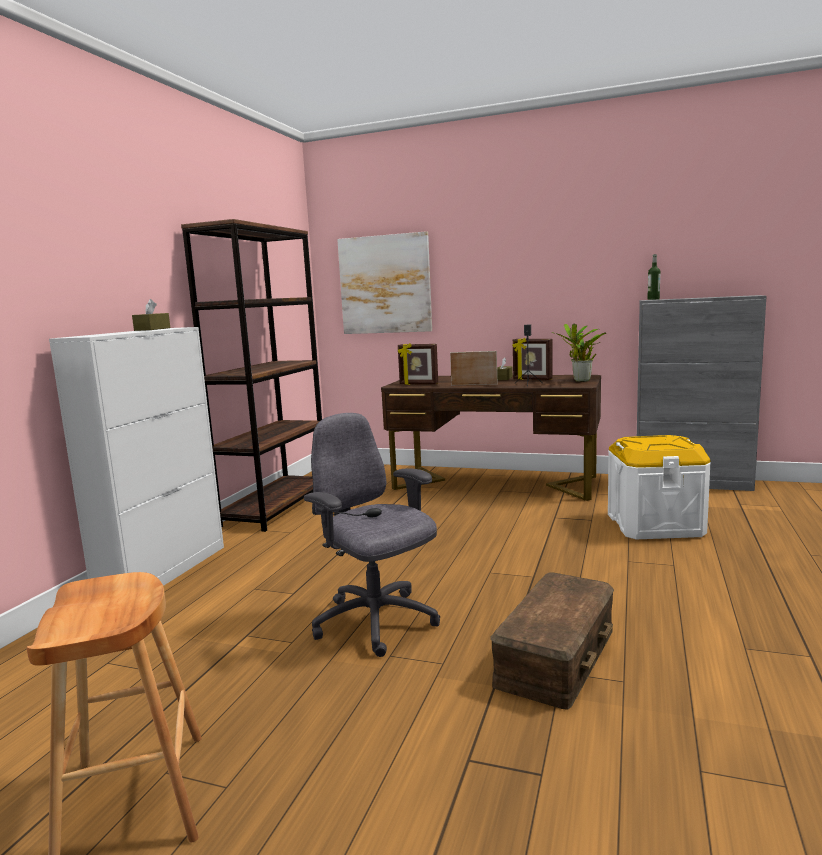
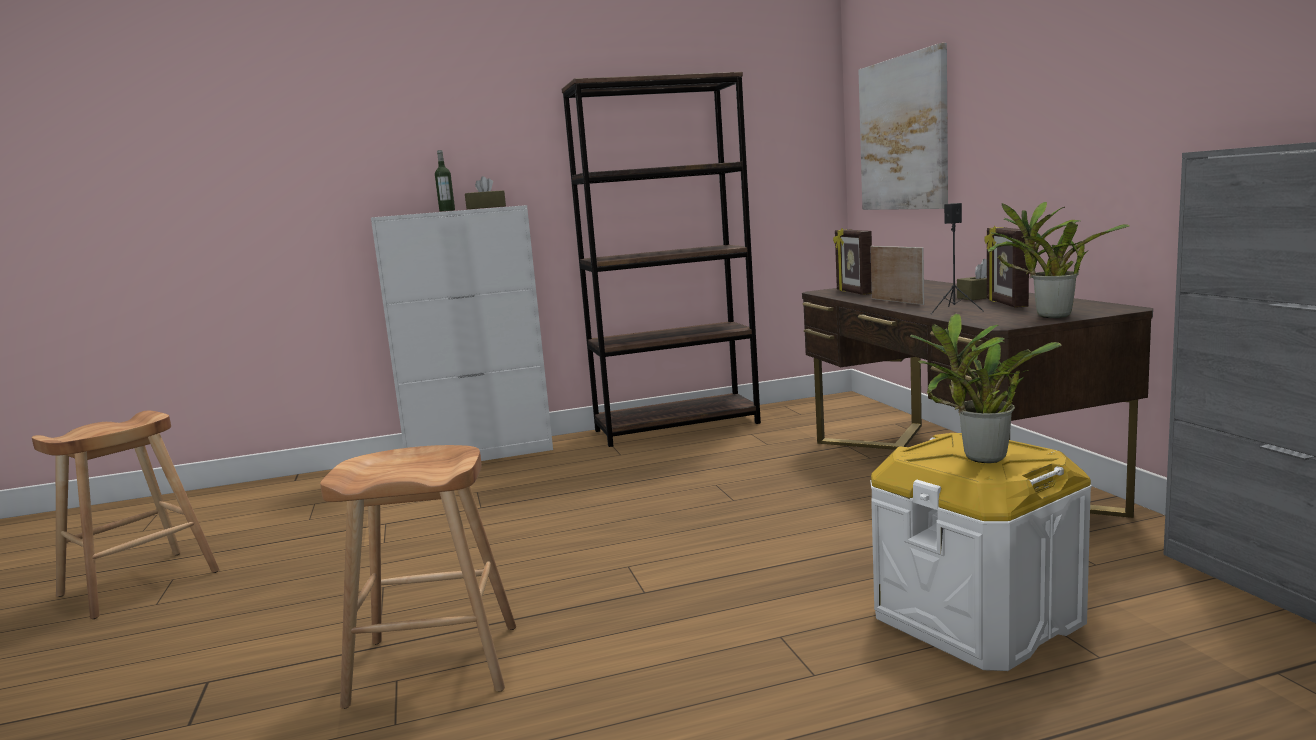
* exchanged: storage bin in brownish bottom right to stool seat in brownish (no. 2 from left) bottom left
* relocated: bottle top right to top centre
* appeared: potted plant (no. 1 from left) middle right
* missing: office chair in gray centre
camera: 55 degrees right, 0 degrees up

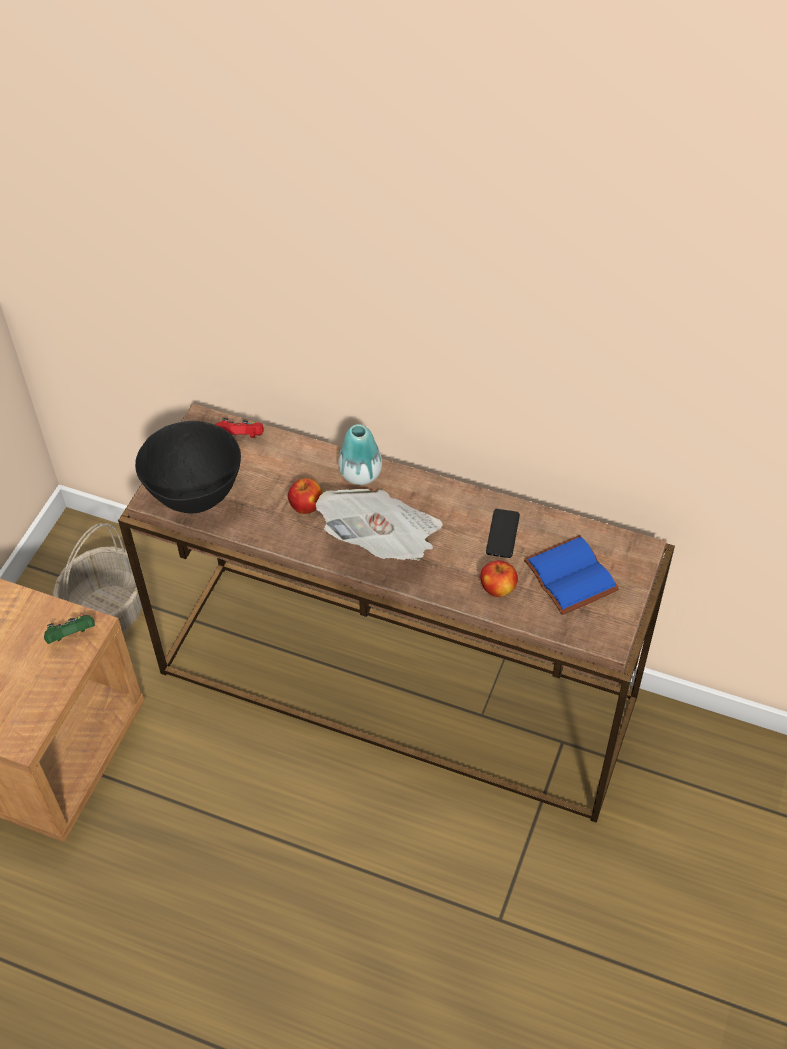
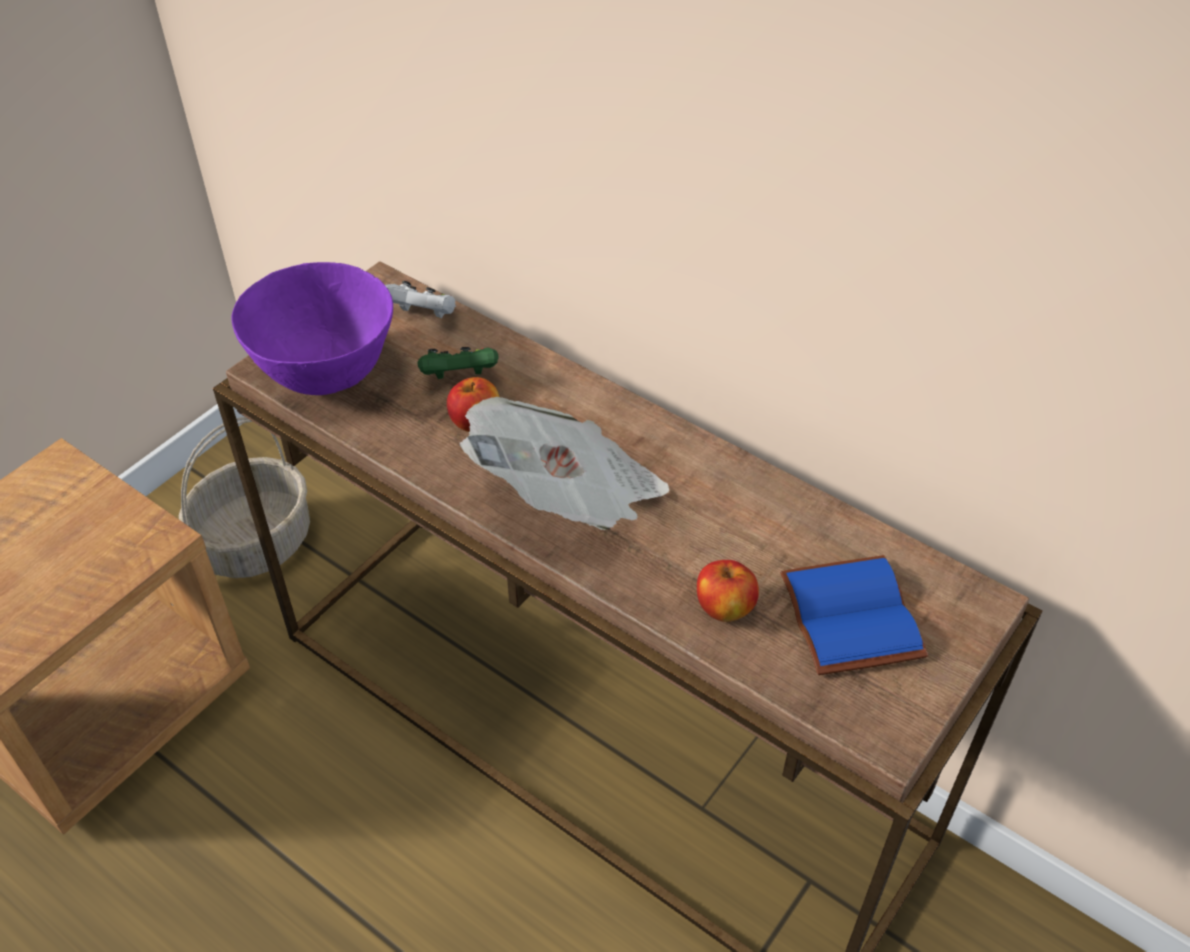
* colour: deep dish in black middle left to deep dish in purple middle left
* colour: gamepad in red middle left to gamepad in white top centre
* relocated: gamepad in greenish middle left to centre
* missing: decorative vase centre
* missing: telephone centre
camera: 15 degrees right, 5 degrees down

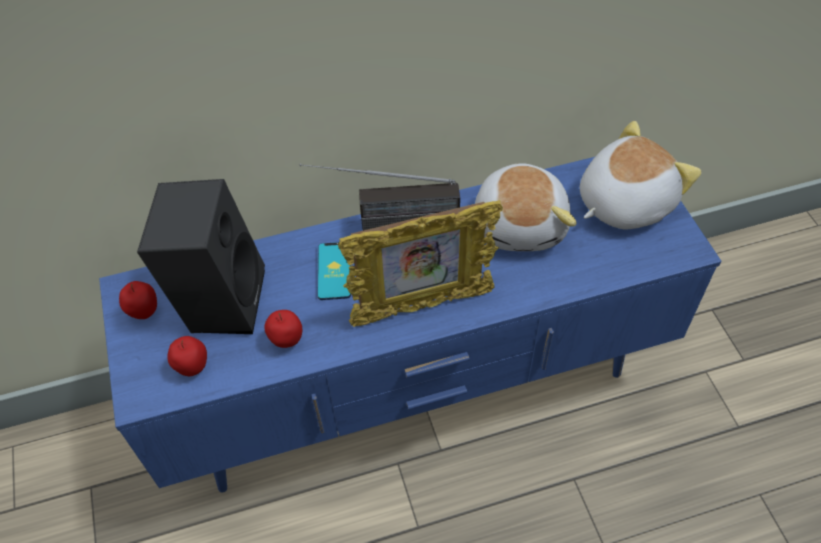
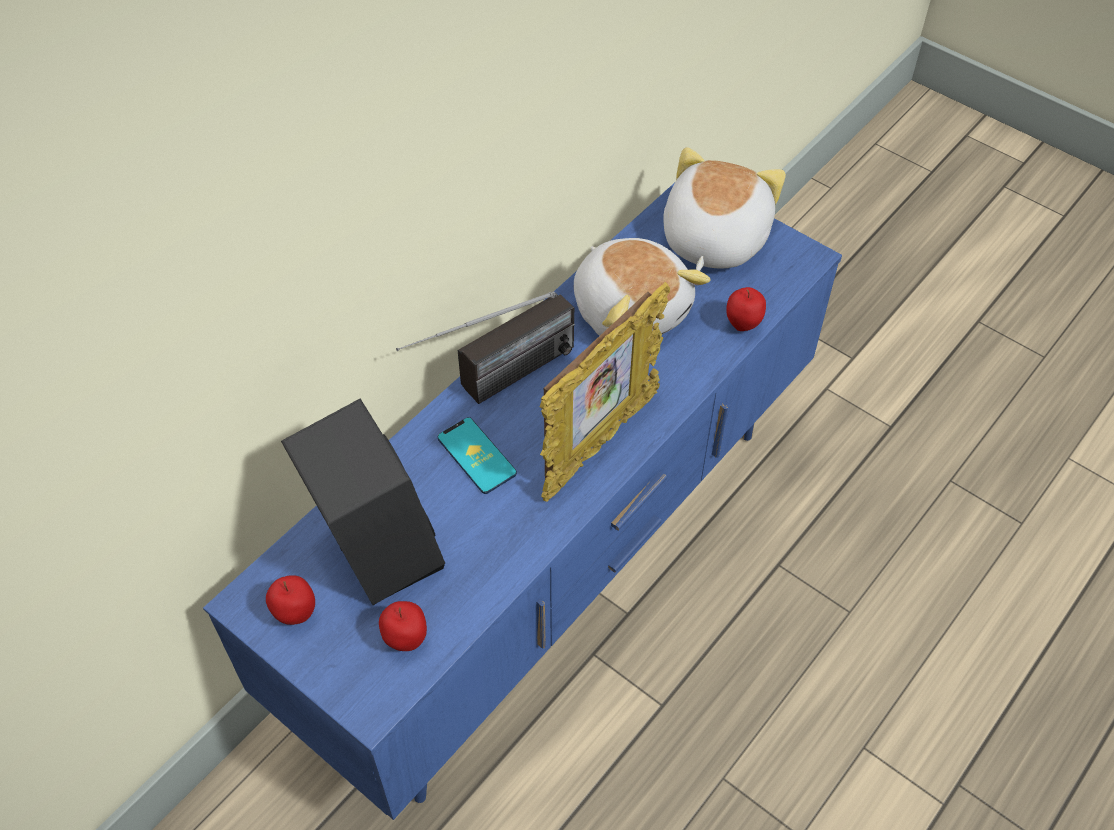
* relocated: apple fruit (no. 3 from left) centre to middle right
camera: 35 degrees left, 0 degrees up

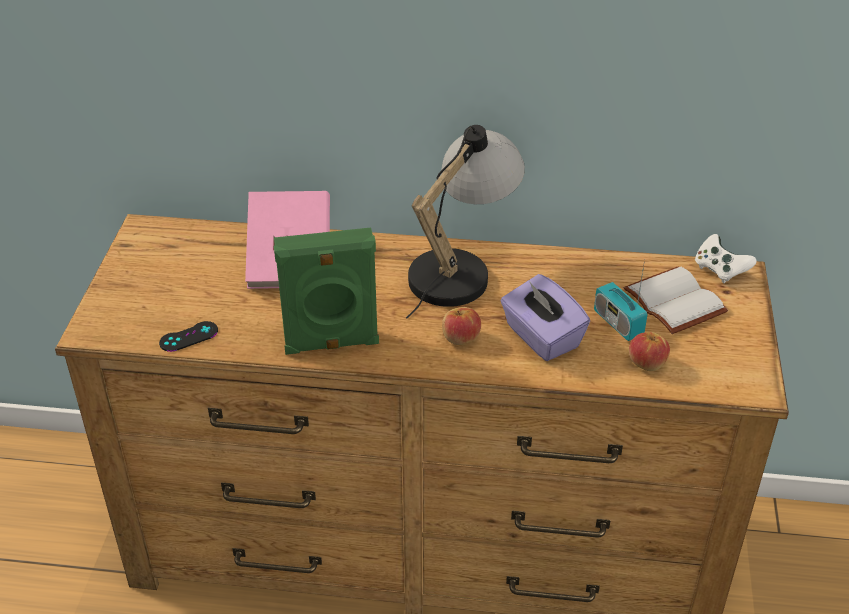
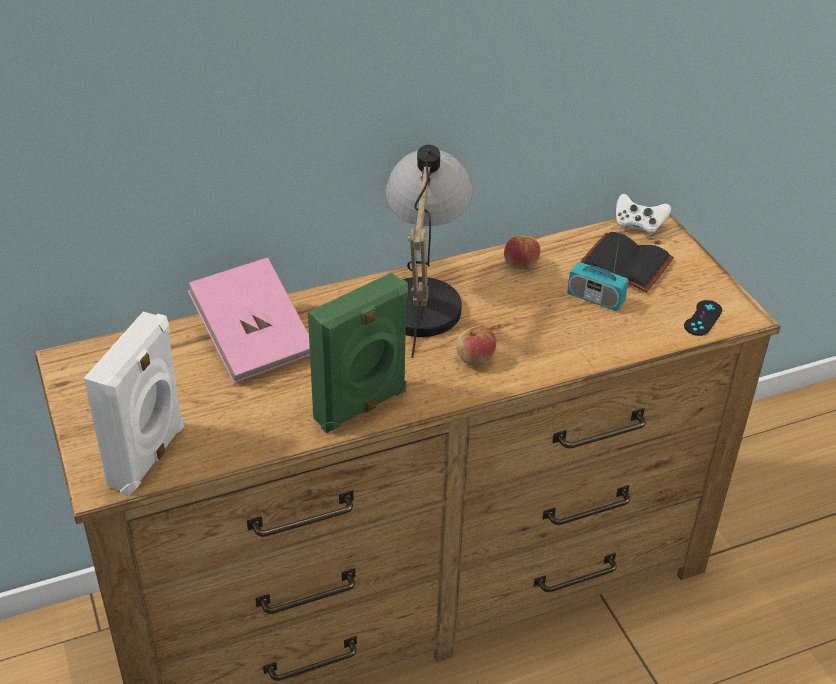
* appeared: audio speaker in white middle left
* relocated: apple fruit (no. 2 from left) middle right to centre
* colour: book in white middle right to book in black middle right
* relocated: gamepad in black middle left to middle right
* missing: tissue holder in purple centre
camera: 30 degrees left, 0 degrees up

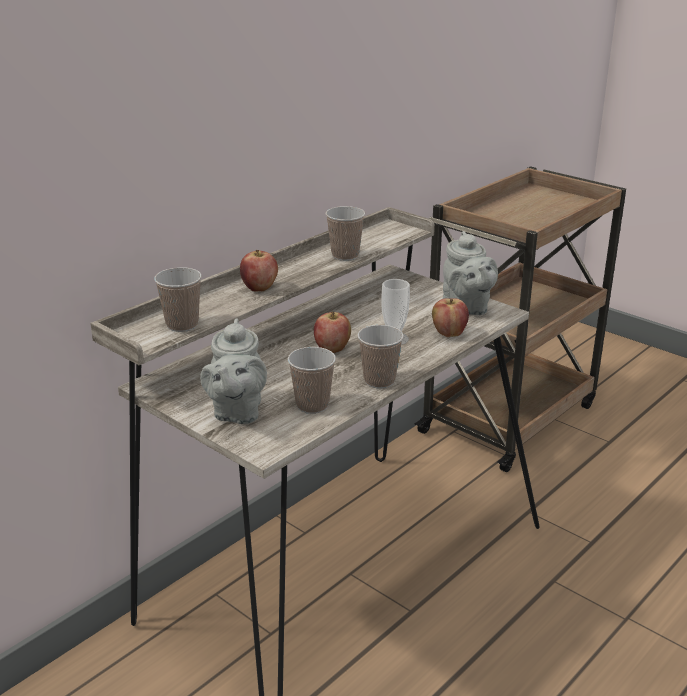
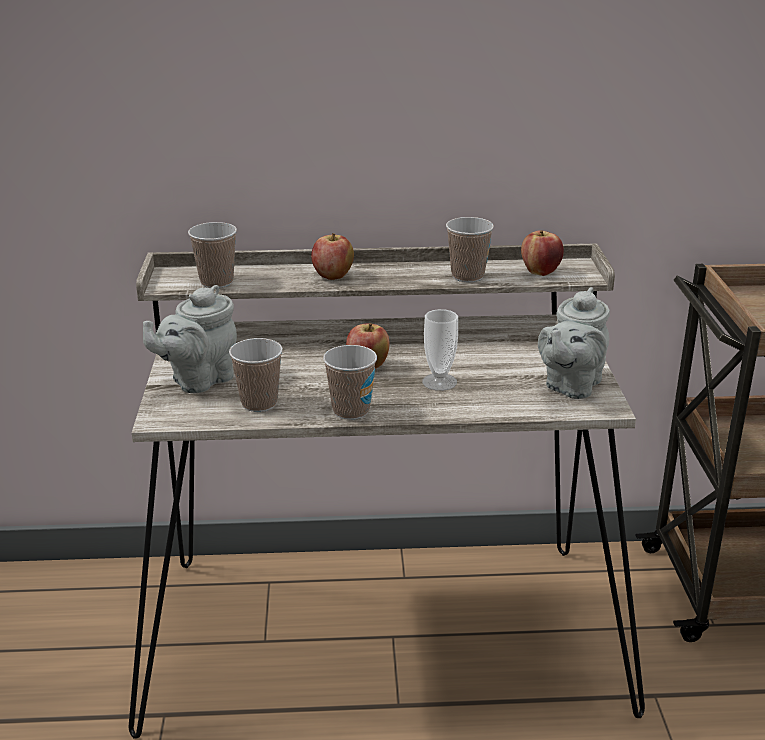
* relocated: apple fruit (no. 3 from left) centre to middle right
camera: 45 degrees right, 0 degrees up

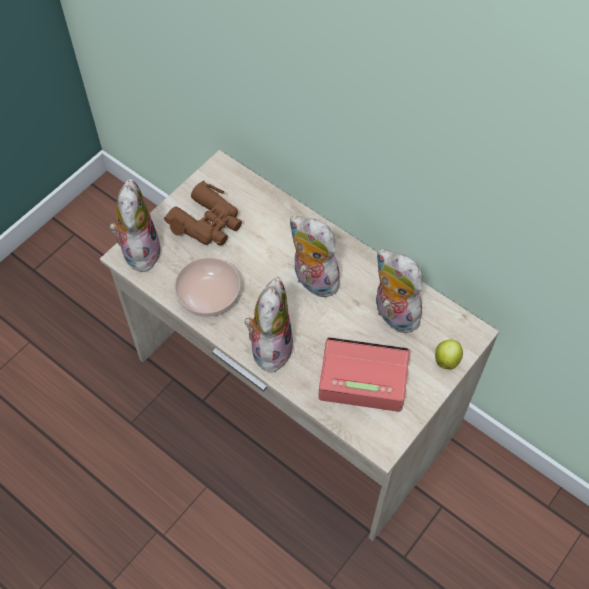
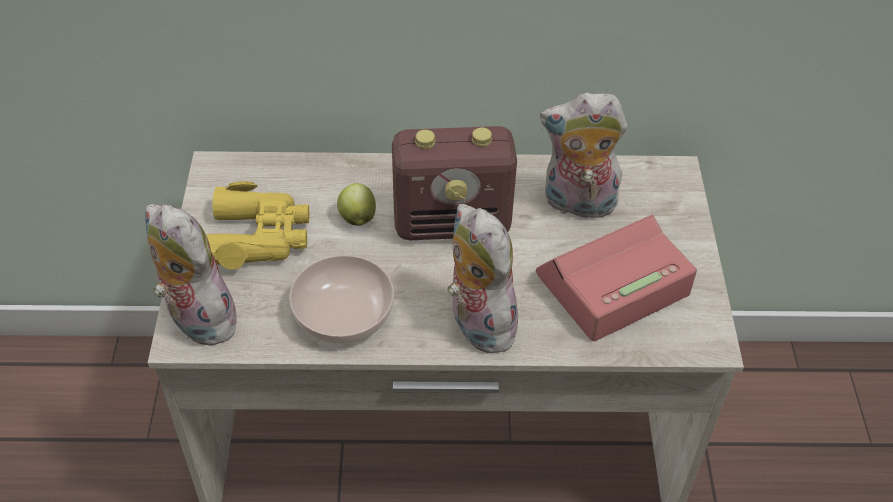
* colour: binoculars in brownish centre to binoculars in yellowish middle left
* relocated: apple fruit middle right to centre
* exchanged: cuddly toy (no. 3 from left) centre to radio set centre
camera: 40 degrees left, 10 degrees down

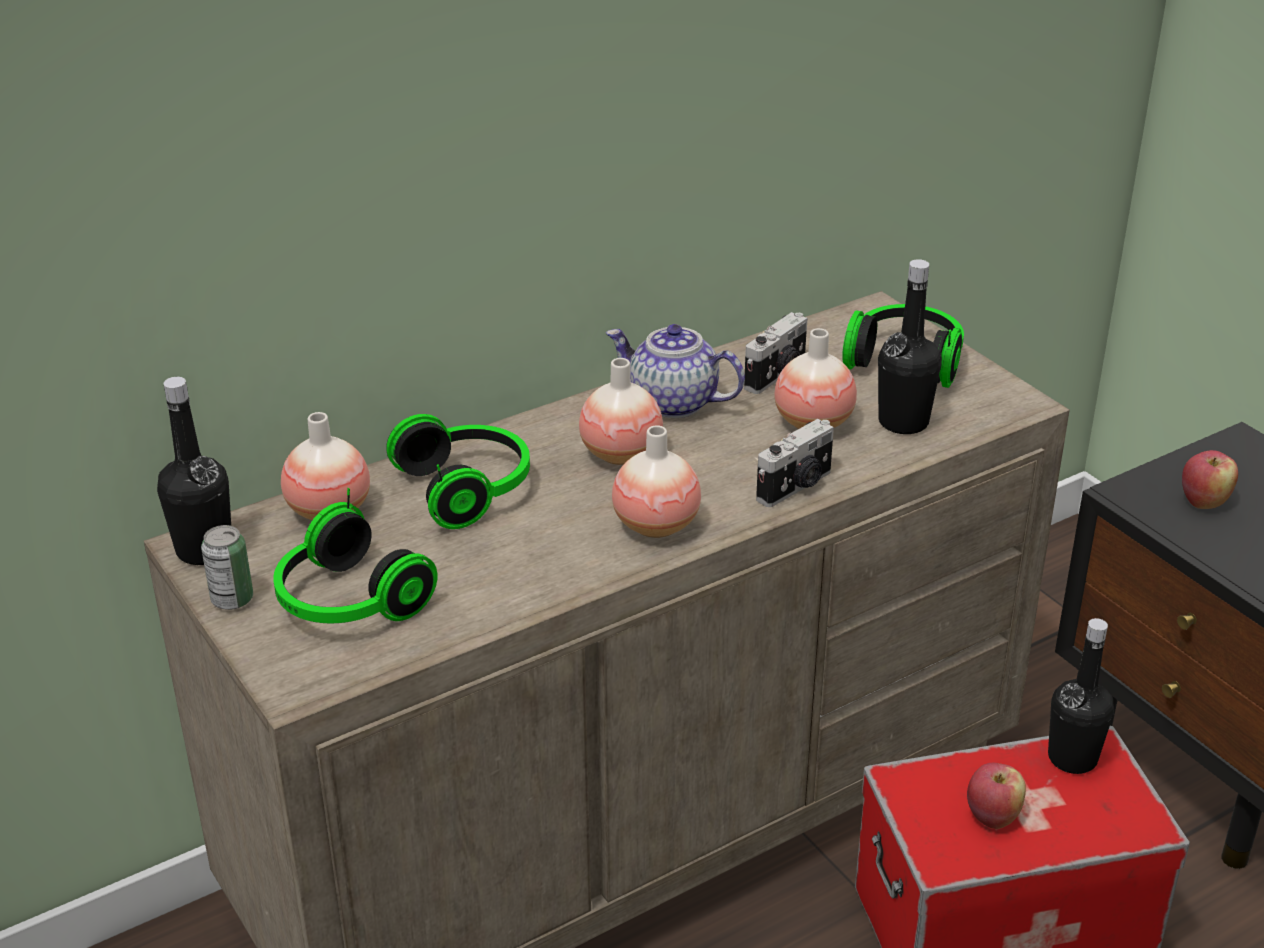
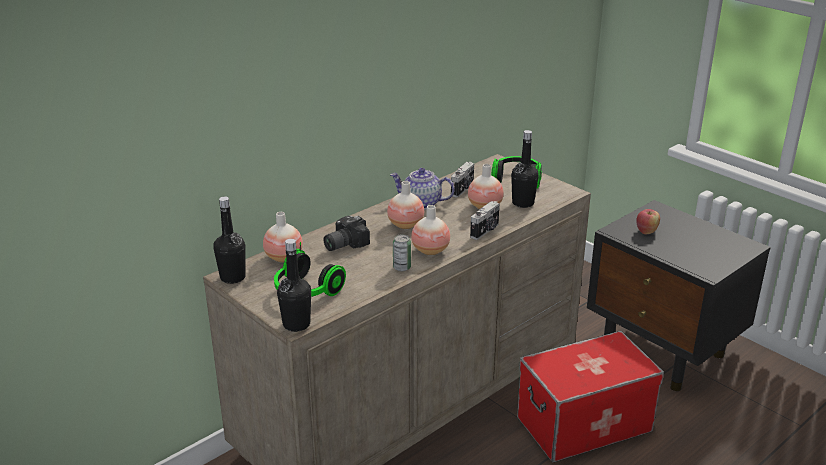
* relocated: bottle in black (no. 3 from left in the first image) bottom right to bottle in black (no. 2 from left) centre
* exchanged: headset (no. 2 from left) centre to photo camera (no. 1 from left) centre
* relocated: metal can middle left to centre
* missing: apple fruit (no. 1 from left) bottom right
camera: 10 degrees left, 5 degrees down

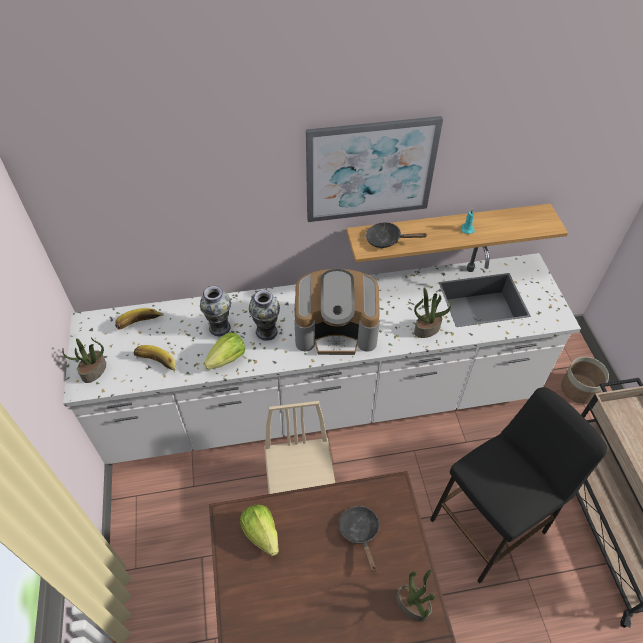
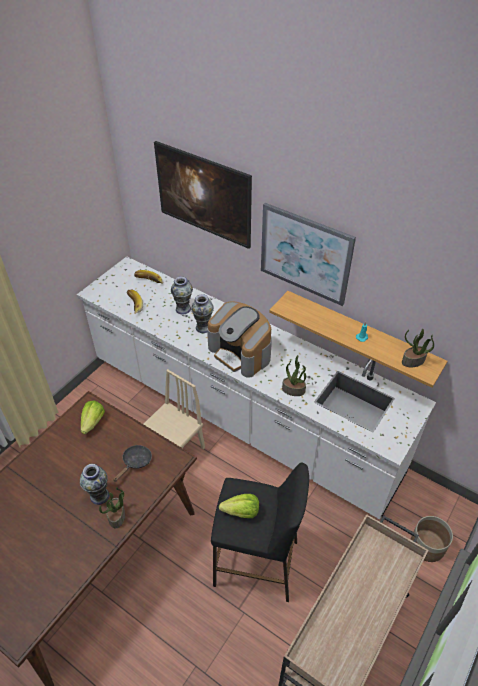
* appeared: decorative vase (no. 1 from left) bottom left
* appeared: wall picture (no. 1 from left) top centre
* relocated: lettuce head (no. 1 from left in the first image) centre to lettuce head (no. 2 from left) bottom centre
* relocated: potted plant (no. 1 from left in the first image) middle left to potted plant (no. 3 from left) middle right
* missing: skillet in black (no. 2 from left) centre
camera: 45 degrees right, 5 degrees down

